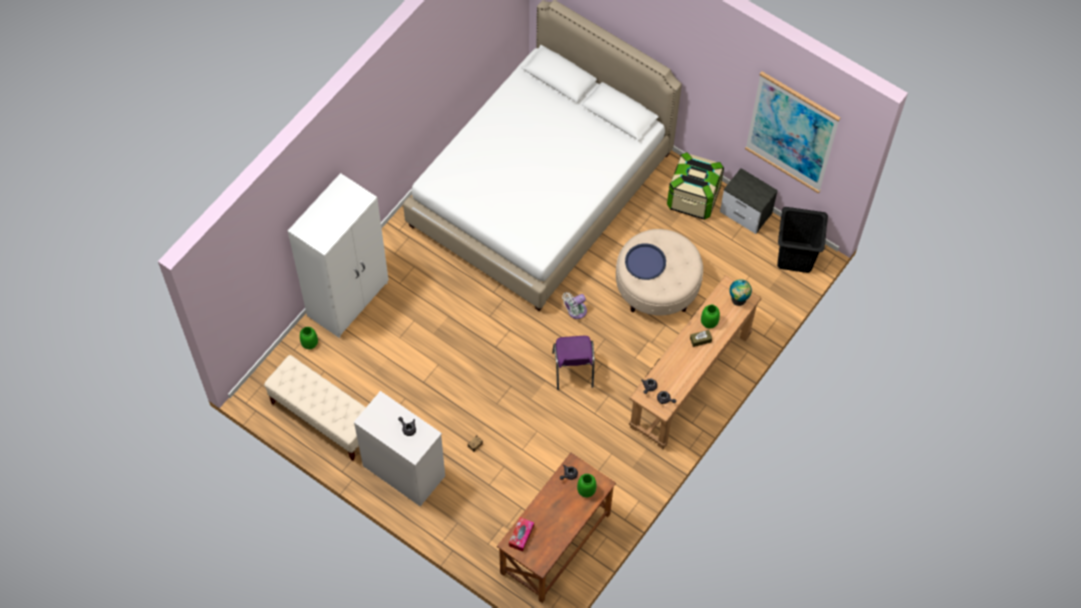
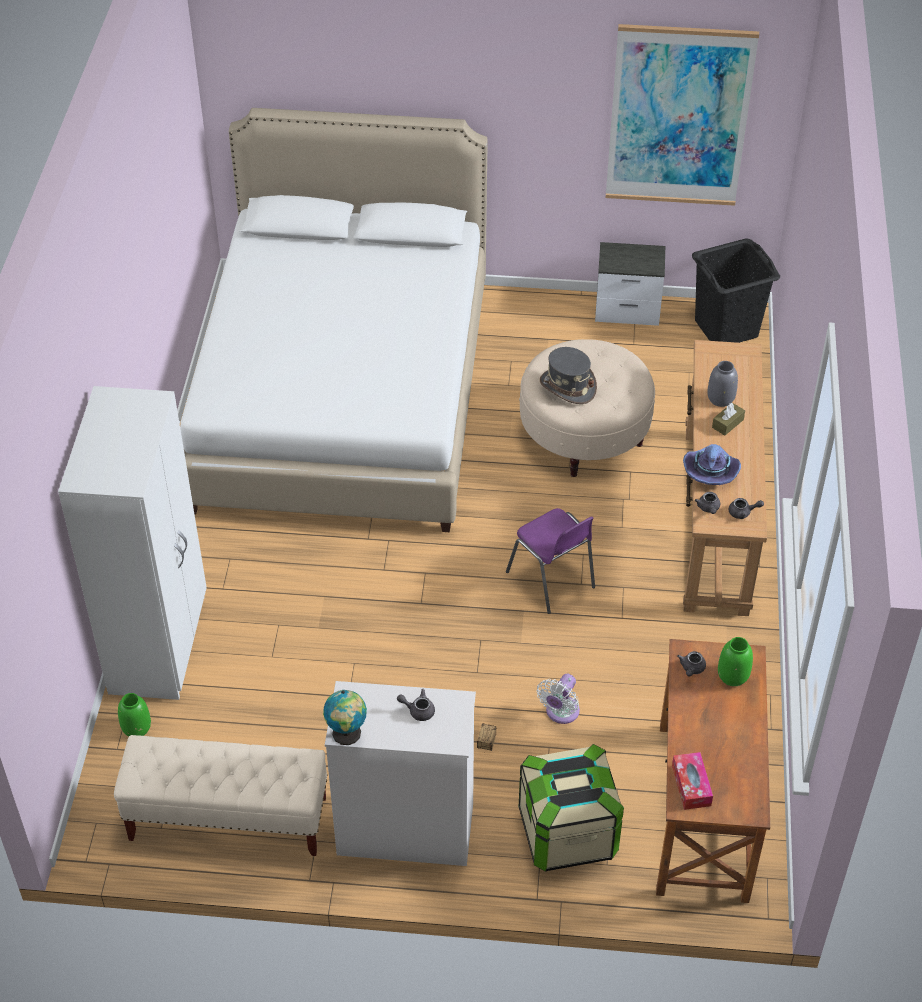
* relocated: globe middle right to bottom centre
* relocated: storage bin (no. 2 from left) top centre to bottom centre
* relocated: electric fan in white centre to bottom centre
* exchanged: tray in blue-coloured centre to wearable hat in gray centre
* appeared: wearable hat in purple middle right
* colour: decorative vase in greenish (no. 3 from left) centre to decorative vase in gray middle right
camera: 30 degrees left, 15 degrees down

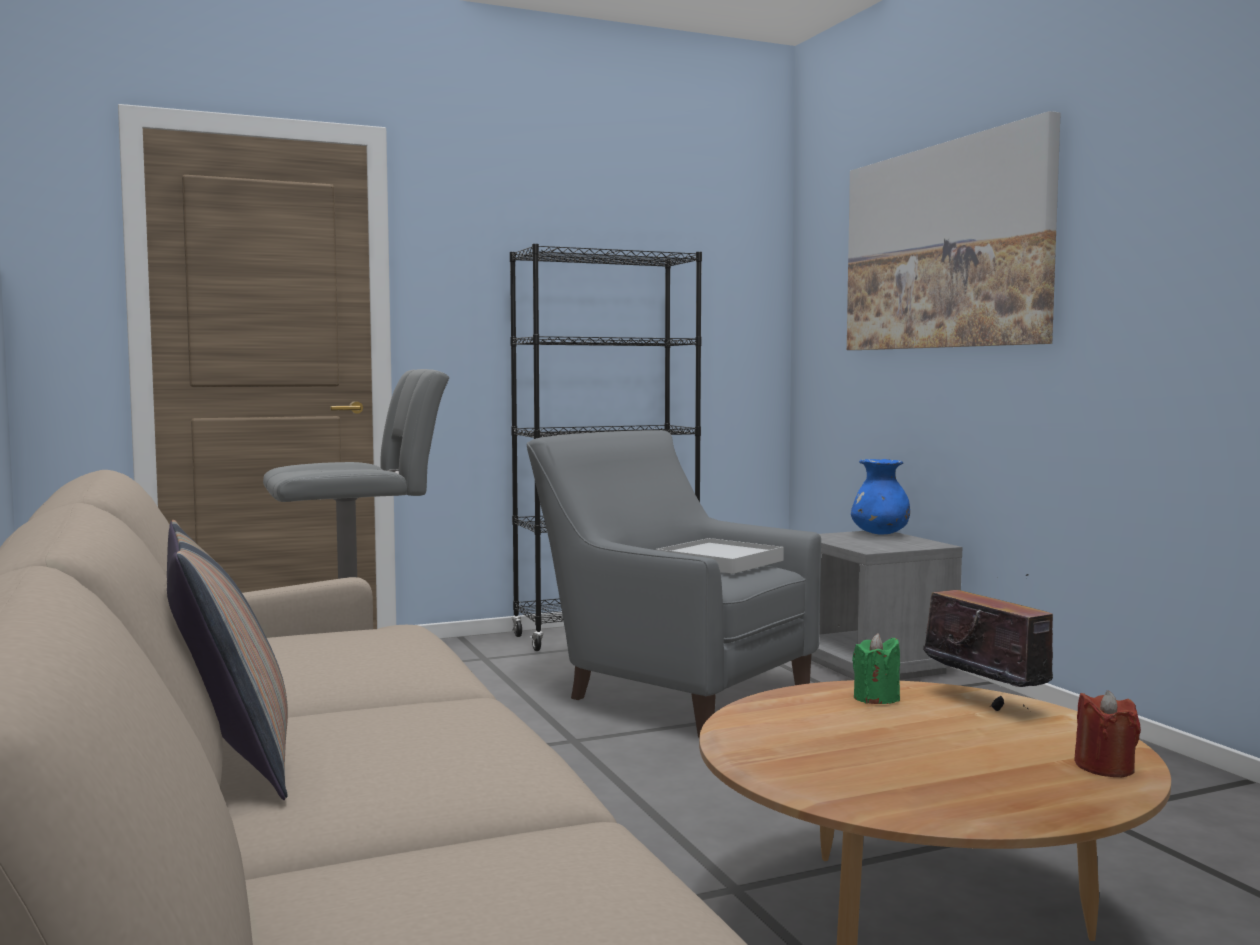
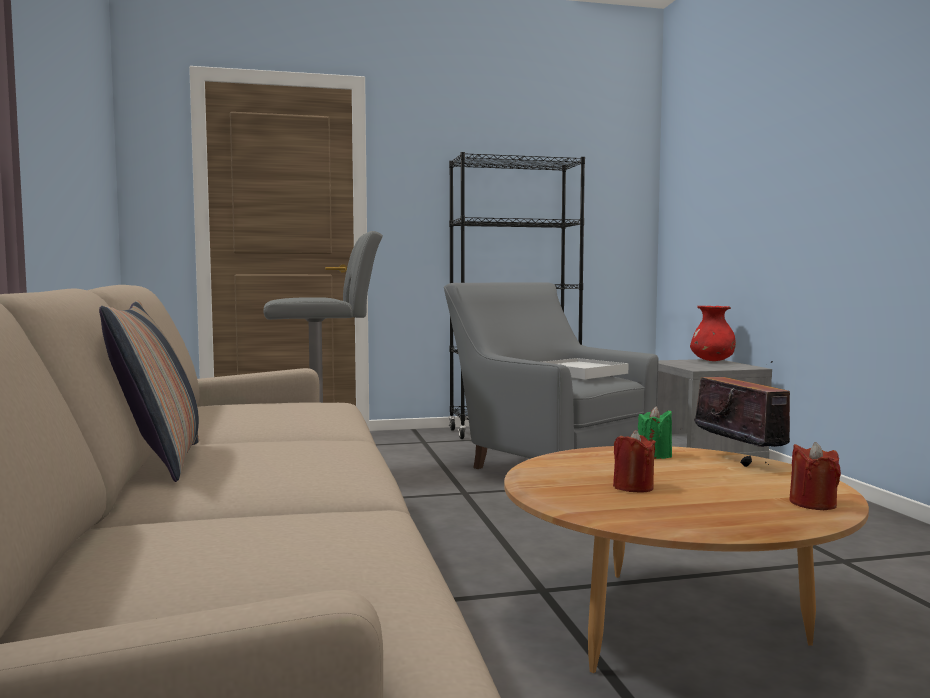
* appeared: wax light in red (no. 1 from left) middle right
* colour: decorative vase in blue-coloured middle right to decorative vase in red middle right
* missing: wall picture top right
camera: 10 degrees right, 0 degrees up

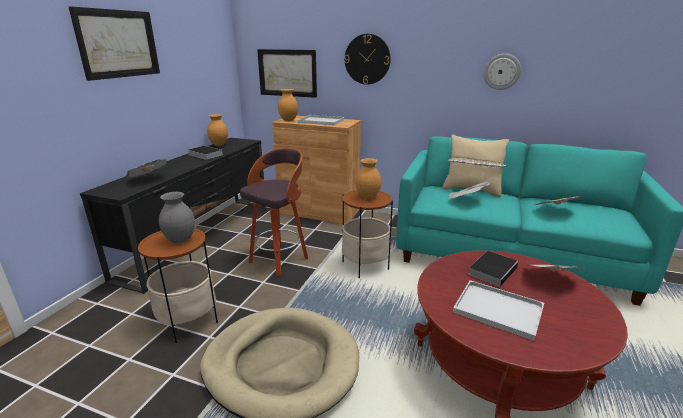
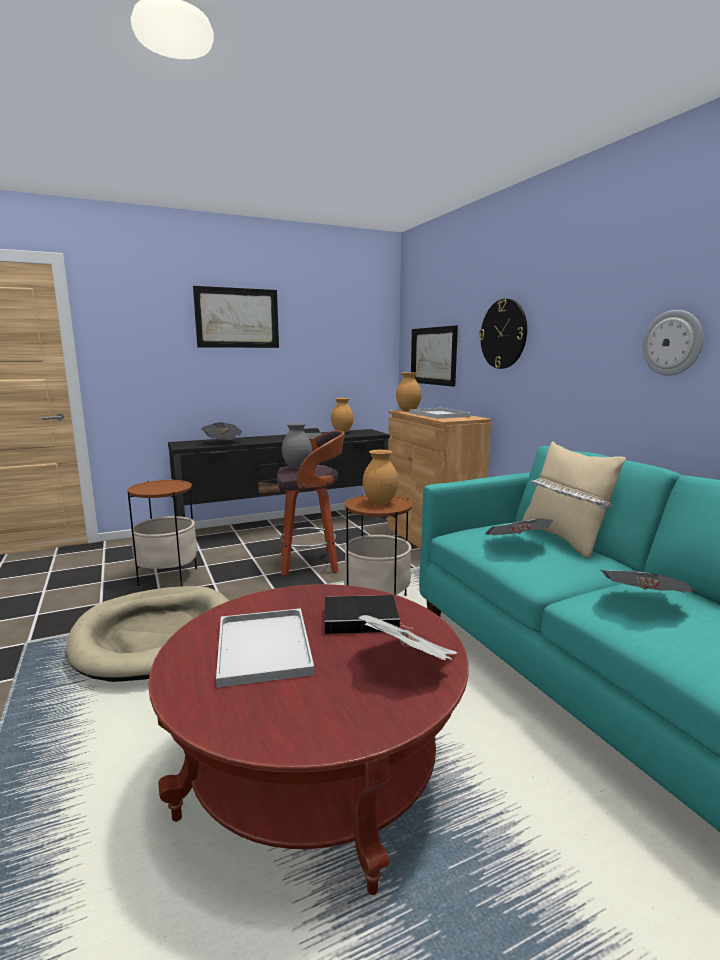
* relocated: decorative vase in gray middle left to centre
camera: 45 degrees right, 10 degrees down

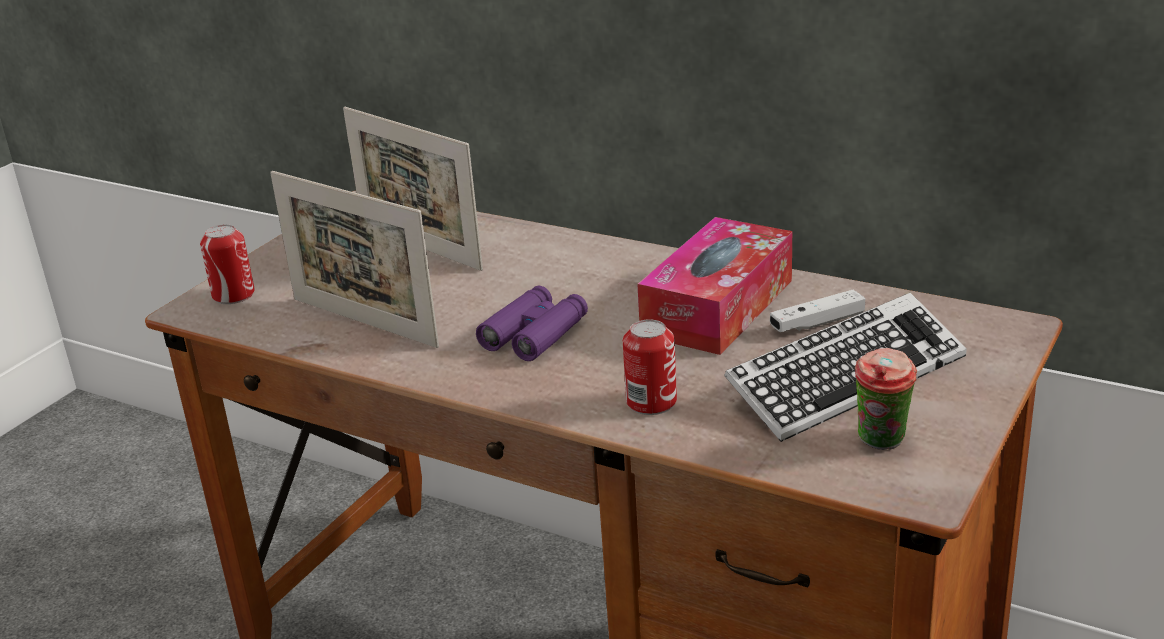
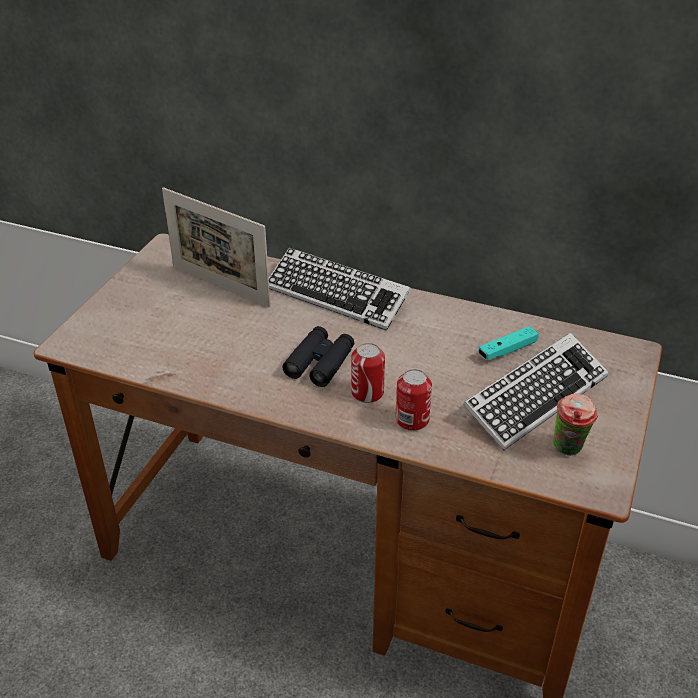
* appeared: PC keyboard (no. 1 from left) centre
* colour: binoculars in purple centre to binoculars in black centre
* relocated: metal can (no. 1 from left) middle left to centre
* colour: gamepad in white middle right to gamepad in blue-green middle right
* missing: photo frame (no. 1 from left) middle left
* missing: tissue holder centre
camera: 10 degrees left, 10 degrees up

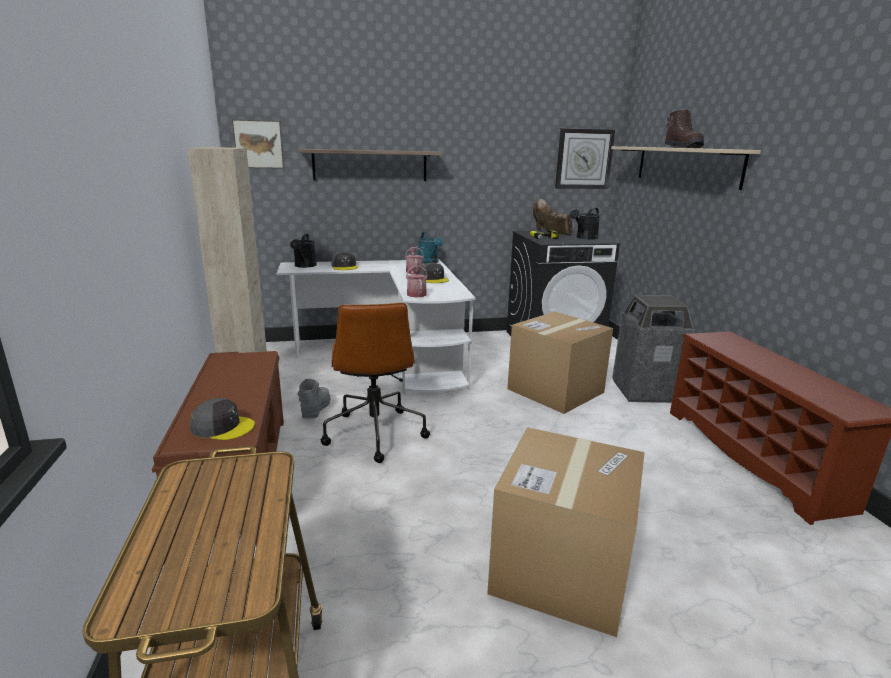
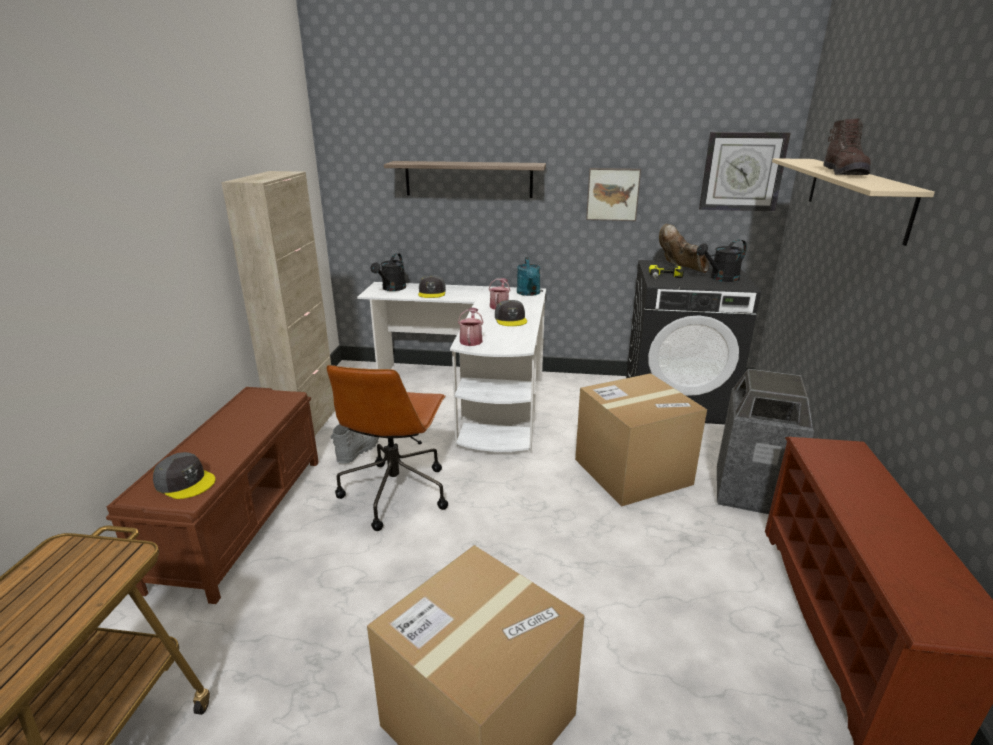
* relocated: wall picture top left to top centre
camera: 20 degrees right, 5 degrees up

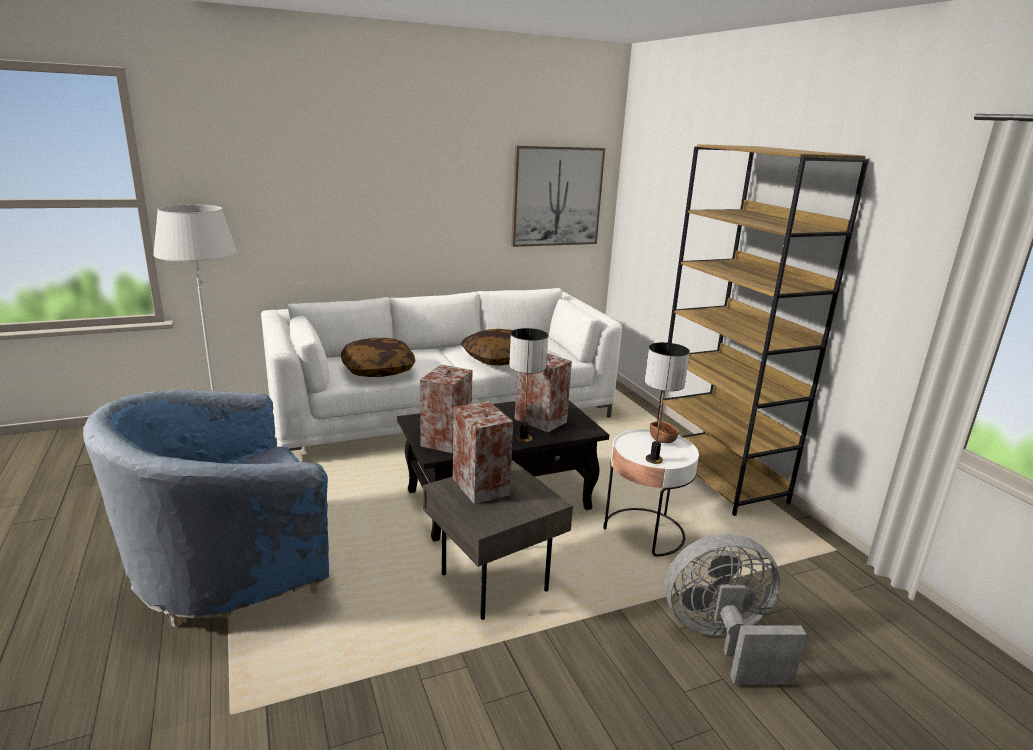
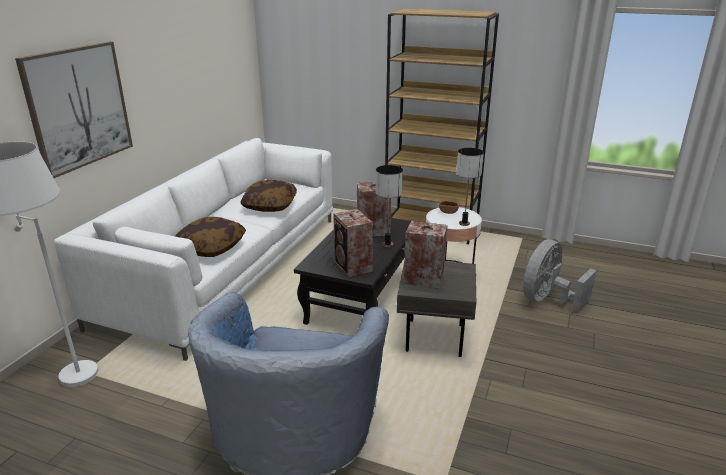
* relocated: wall picture top centre to top left
camera: 45 degrees left, 5 degrees up

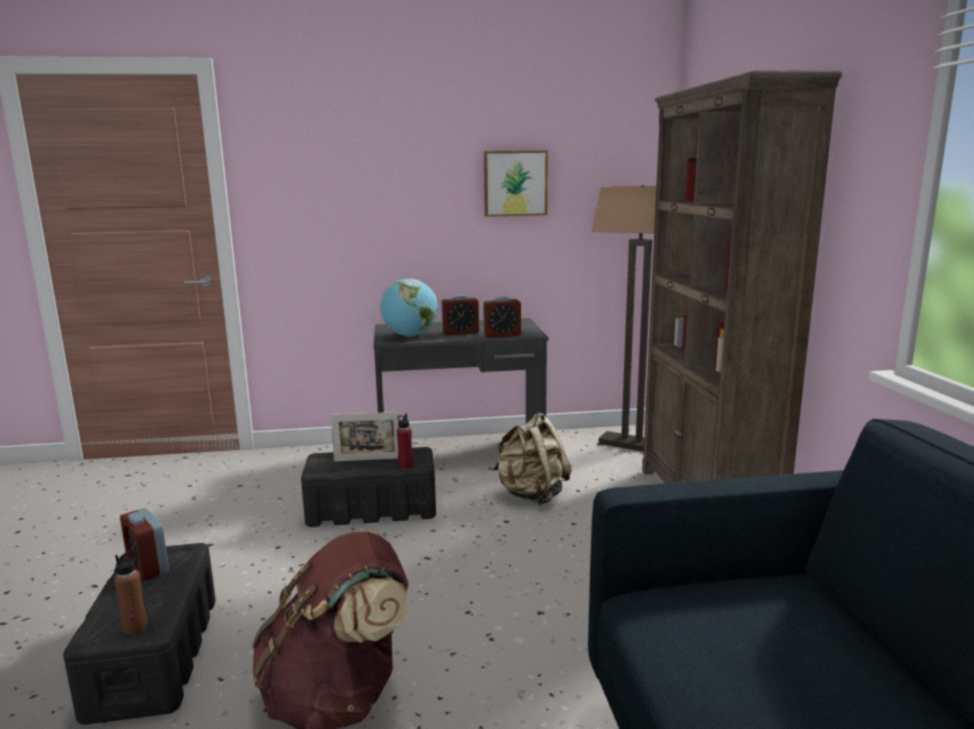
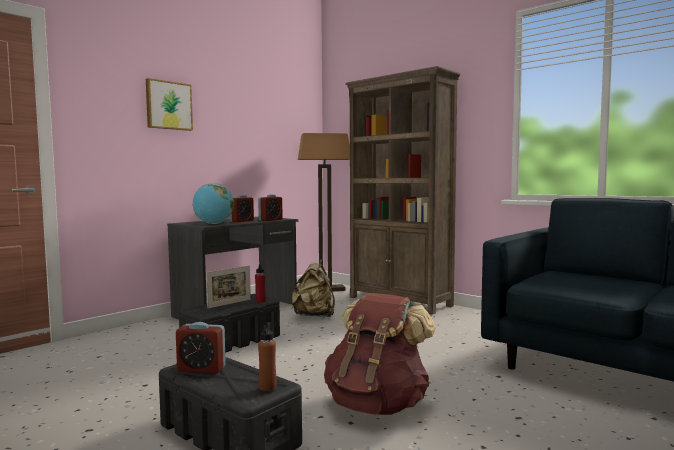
* relocated: wall picture top centre to top left
camera: 40 degrees left, 10 degrees down

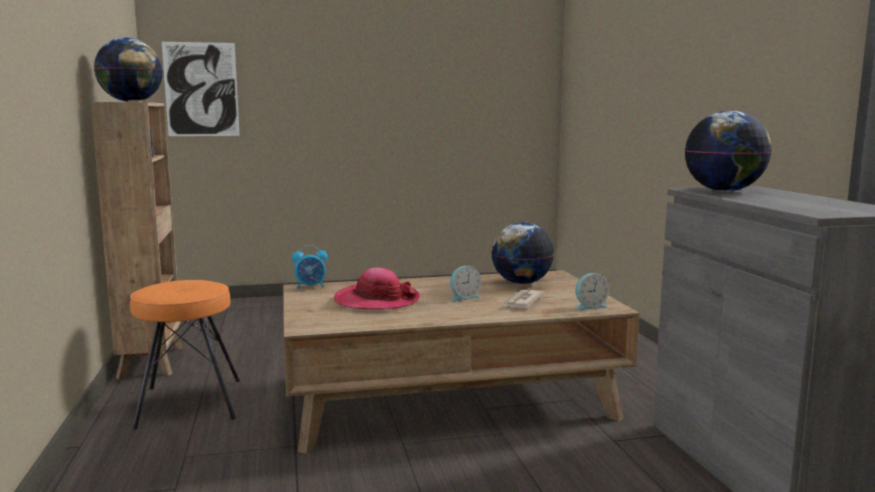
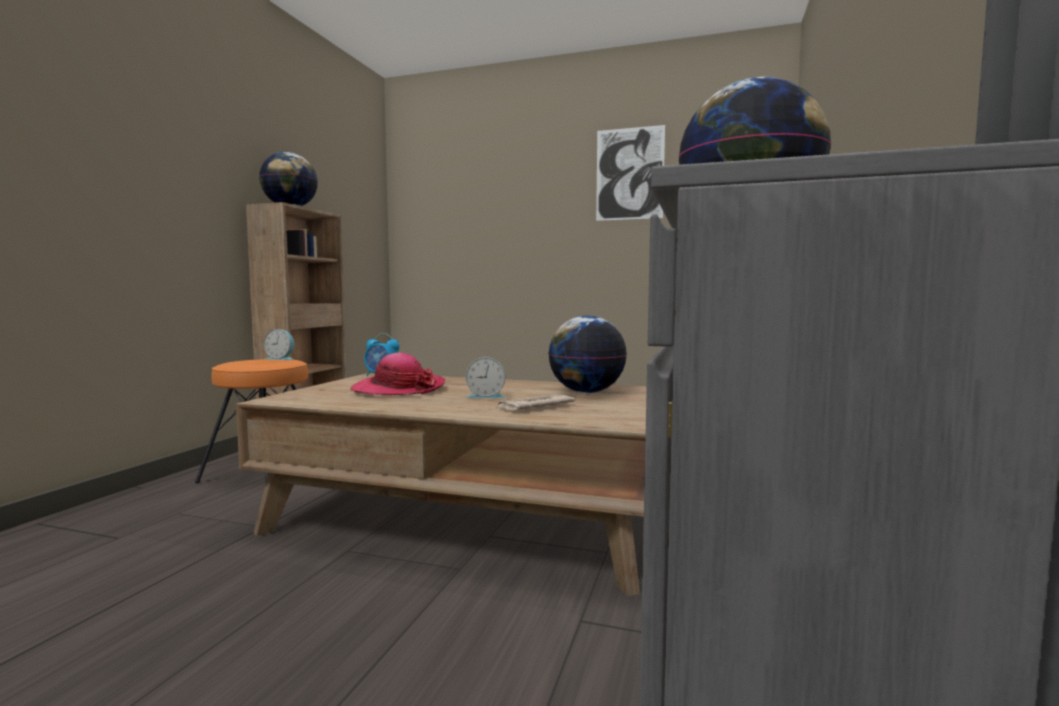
* relocated: table clock (no. 3 from left in the first image) middle right to table clock (no. 1 from left) middle left
* relocated: wall picture top left to top centre
camera: 30 degrees right, 5 degrees down

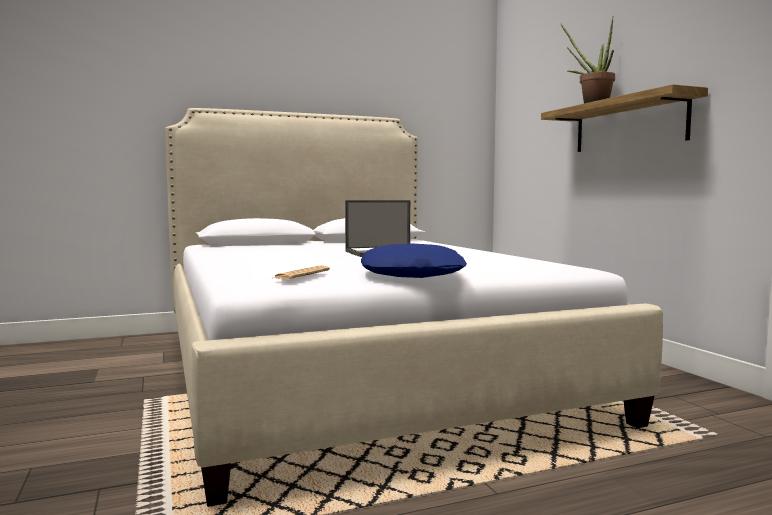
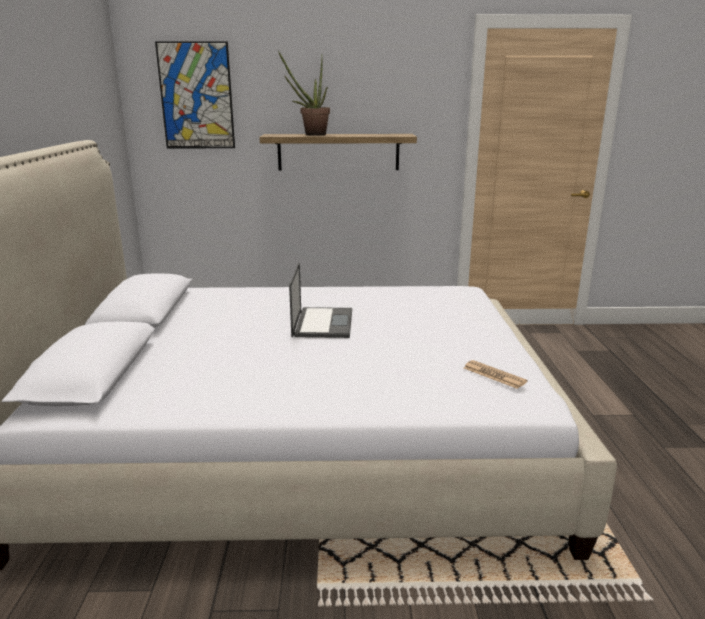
* appeared: wall picture top left
* missing: pillow in blue-coloured centre
camera: 70 degrees left, 15 degrees up

